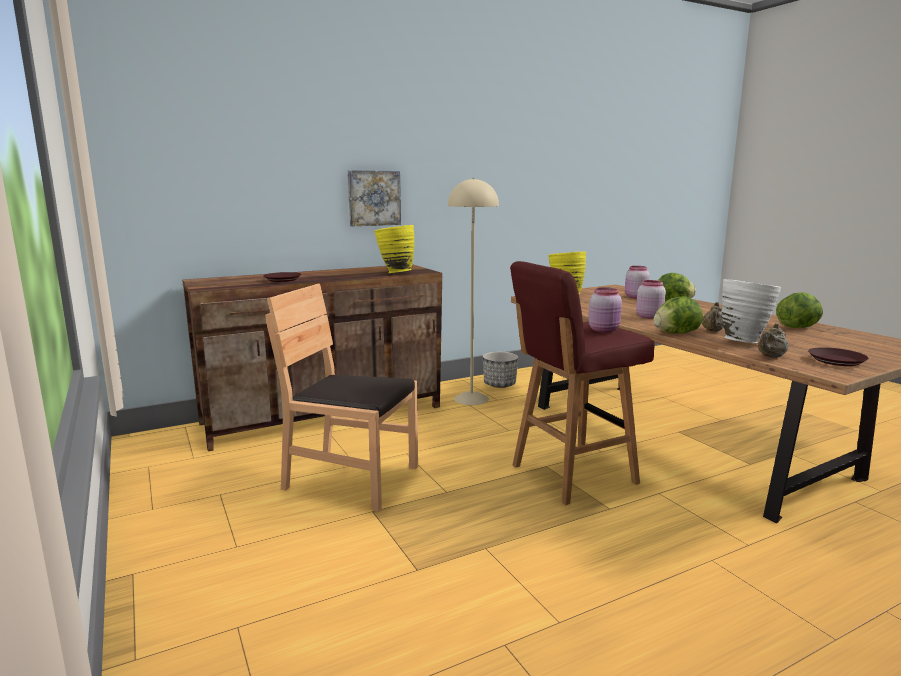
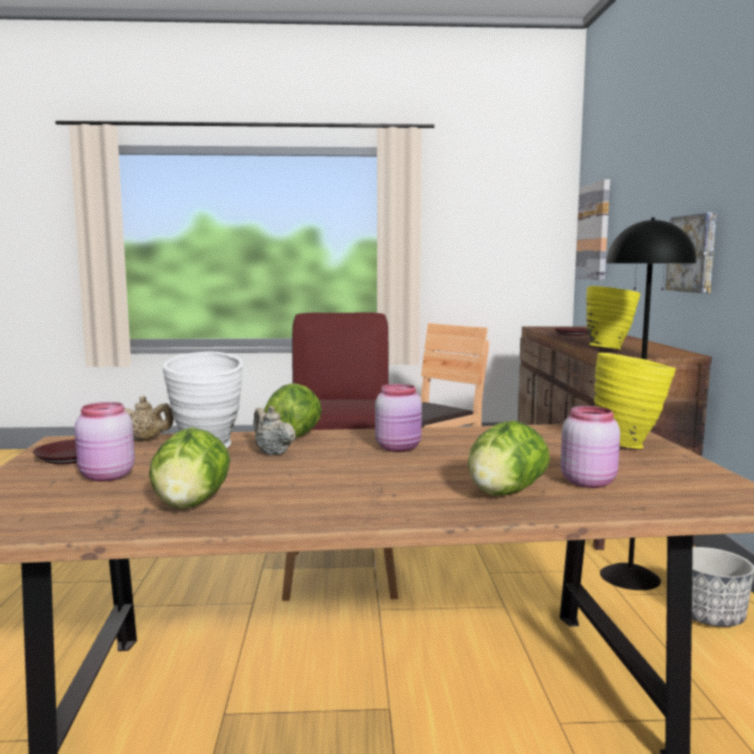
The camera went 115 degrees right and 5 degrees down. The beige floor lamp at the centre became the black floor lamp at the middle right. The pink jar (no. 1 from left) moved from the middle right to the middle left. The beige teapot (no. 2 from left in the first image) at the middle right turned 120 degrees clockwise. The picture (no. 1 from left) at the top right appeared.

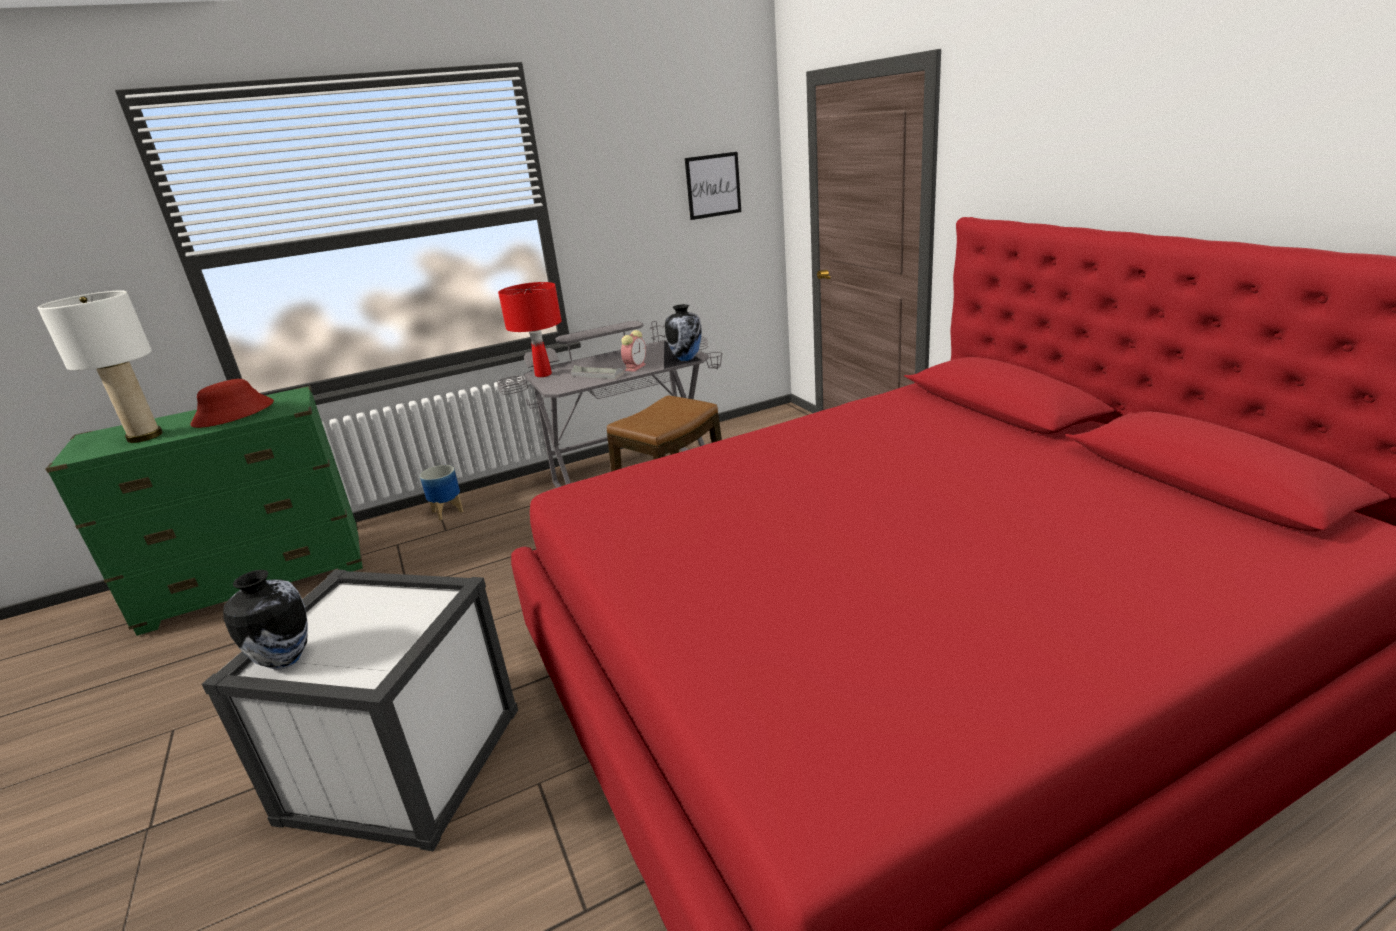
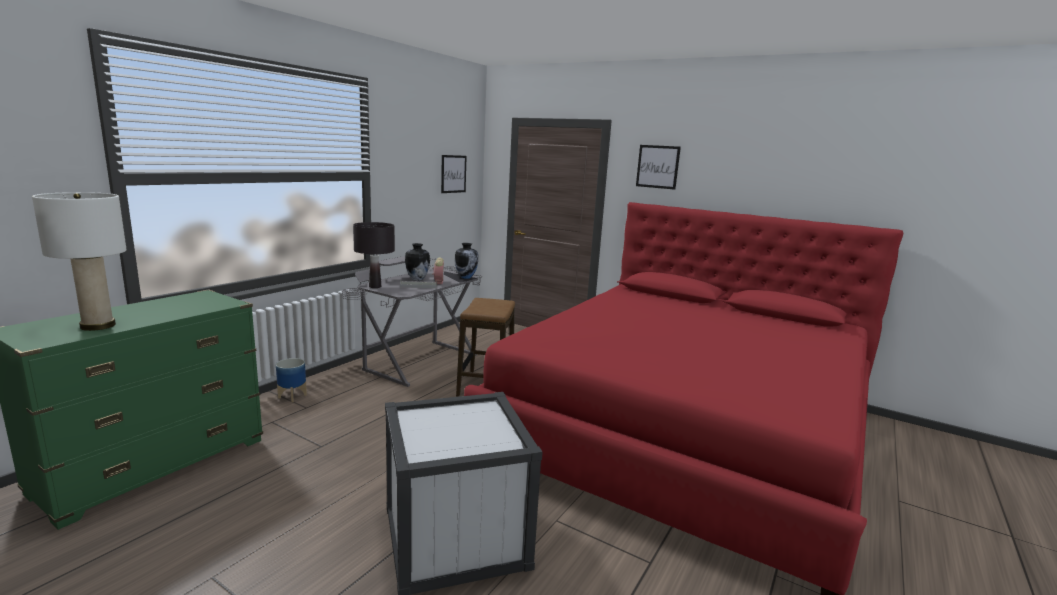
The camera went 35 degrees left and 10 degrees down. The red hat at the middle left disappeared. The vase (no. 1 from left) moved from the middle left to the centre. The red table lamp at the centre became the black table lamp at the centre. The picture (no. 2 from left) at the top centre appeared.

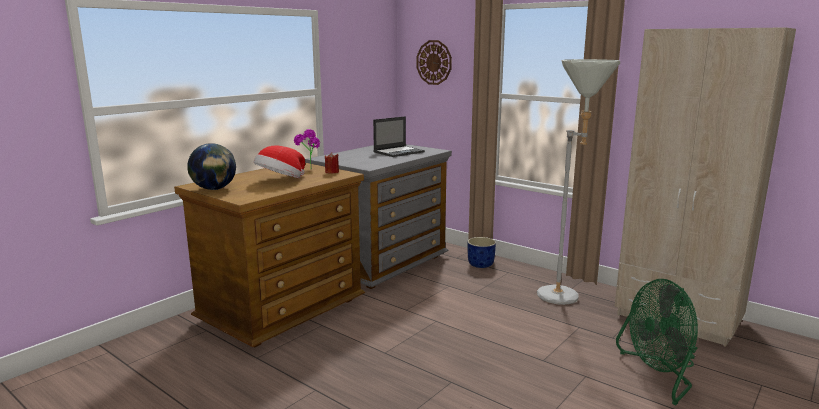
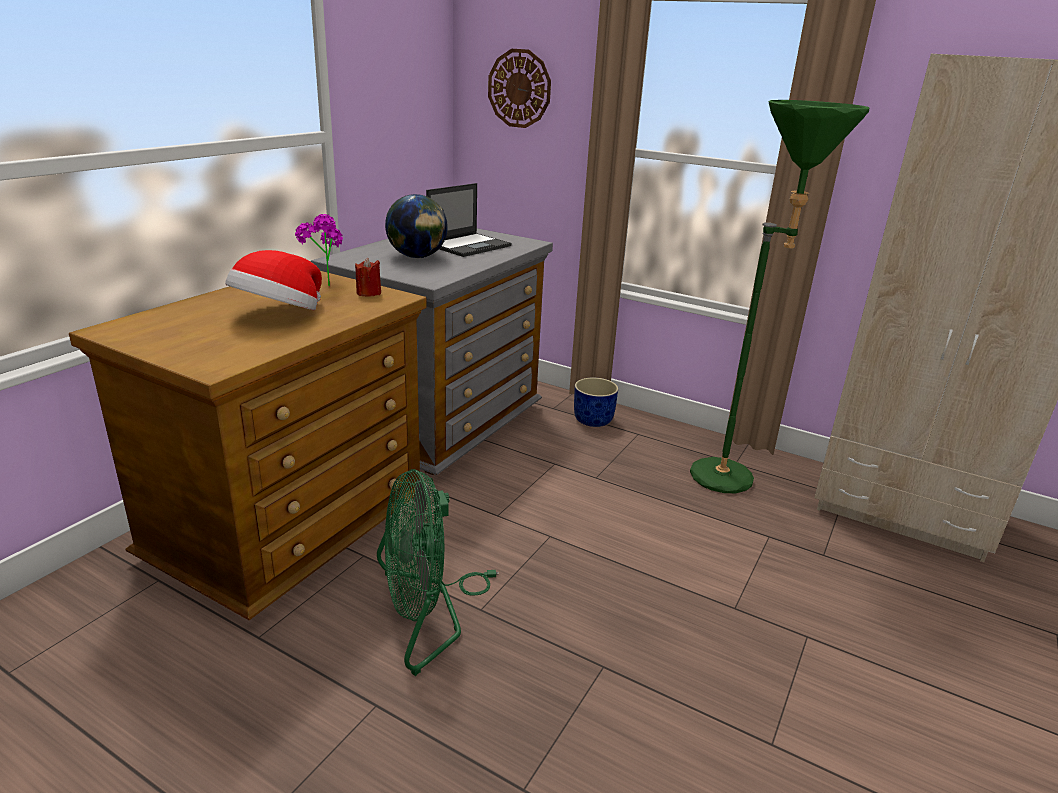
The camera went 10 degrees left and 10 degrees up. The globe moved from the middle left to the top centre. The grey floor lamp at the middle right became the green floor lamp at the middle right. The green fan moved from the bottom right to the bottom centre.

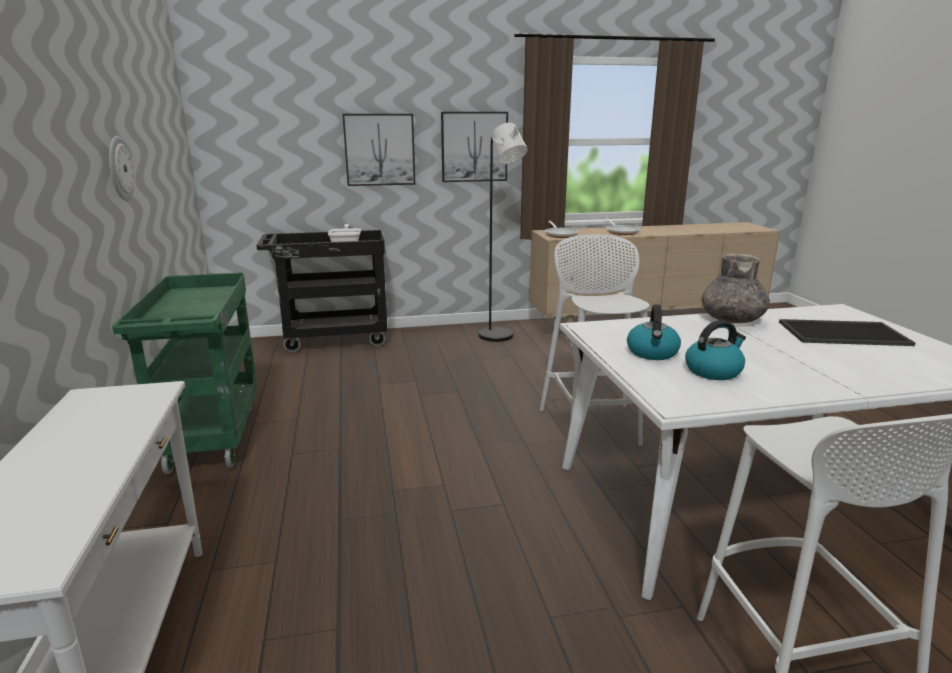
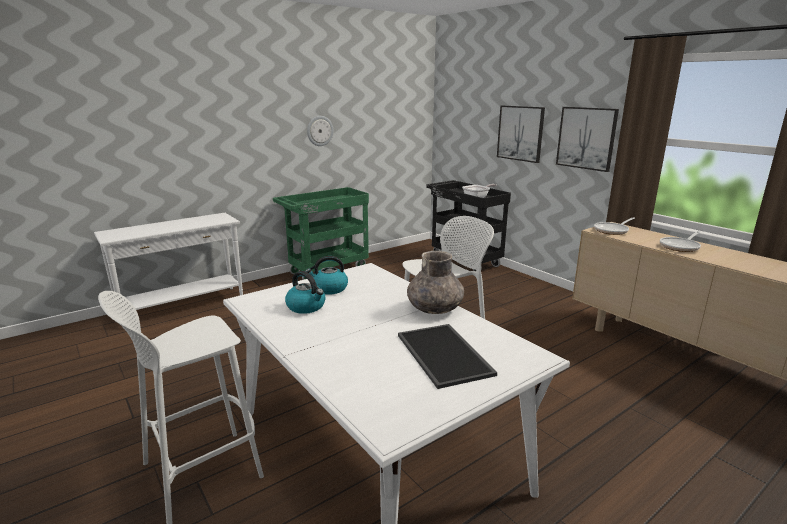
The camera went 65 degrees right and 0 degrees up. The black floor lamp at the centre disappeared.

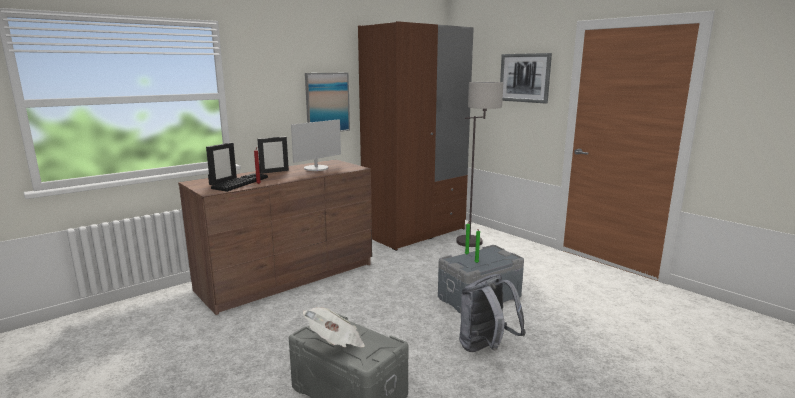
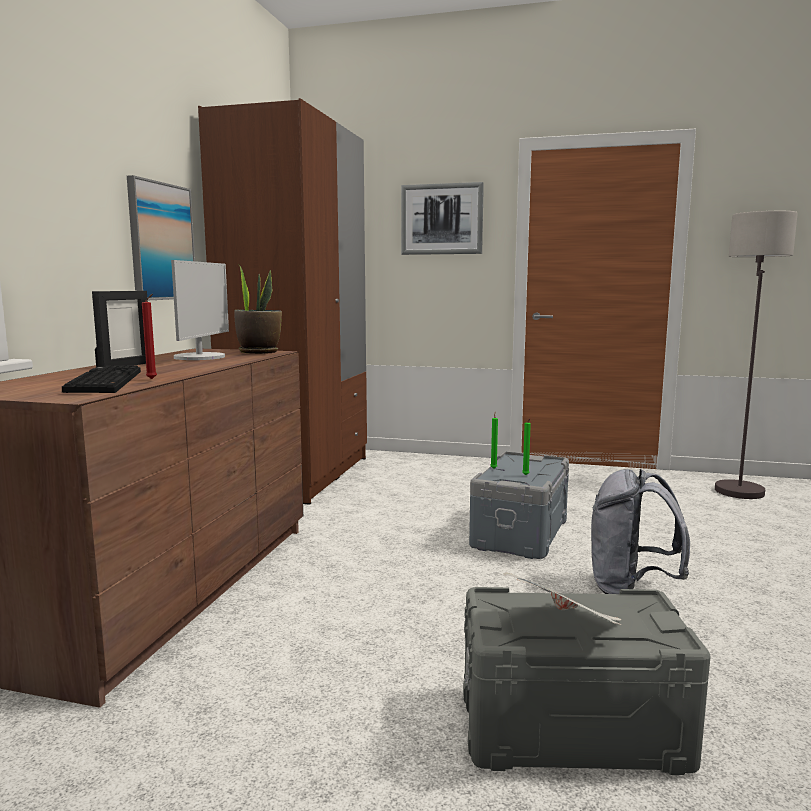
The camera went 35 degrees left and 5 degrees down. The picture frame (no. 1 from left) at the middle left disappeared. The grey floor lamp moved from the centre to the middle right. The potted plant at the middle left appeared.

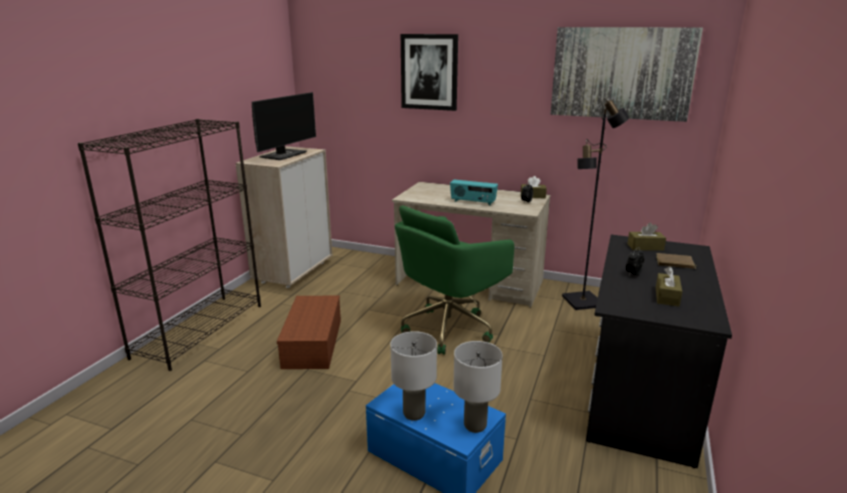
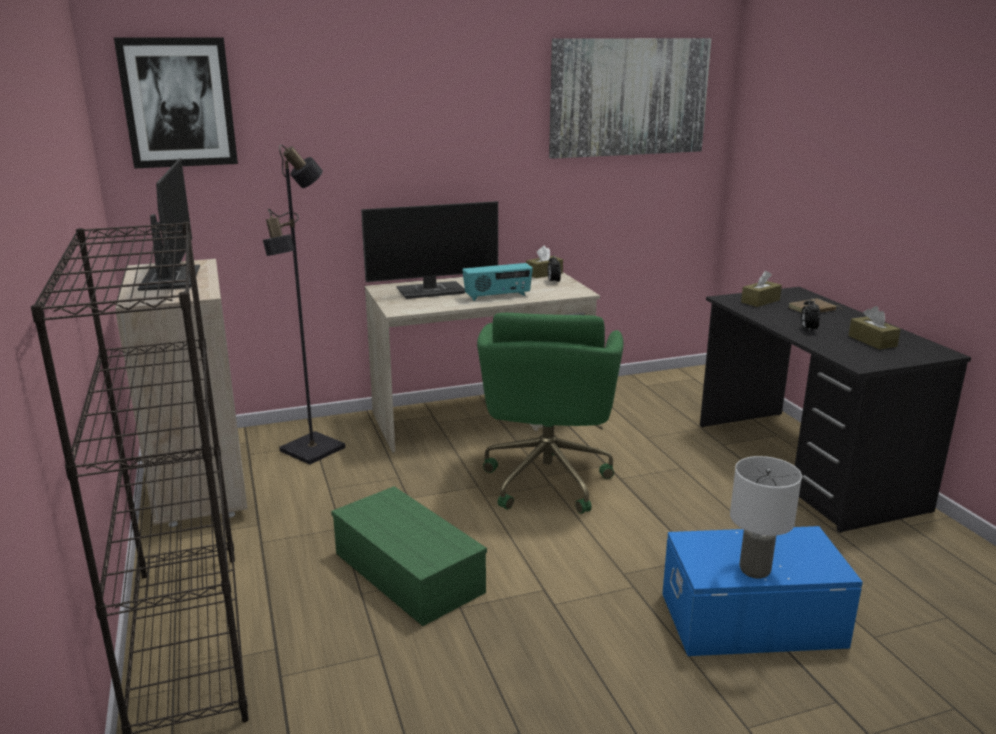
The camera went 40 degrees left and 0 degrees up. The brown storage box at the bottom centre became the green storage box at the bottom centre. The picture (no. 1 from left) moved from the top centre to the top left. The white table lamp (no. 2 from left) at the bottom centre disappeared. The black floor lamp moved from the middle right to the middle left. The monitor (no. 2 from left) at the centre appeared.

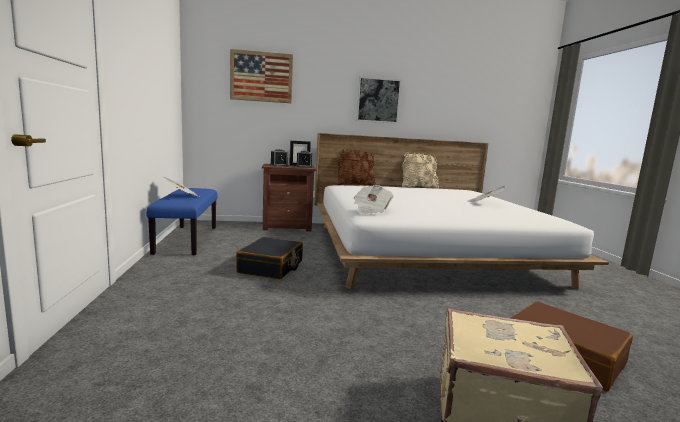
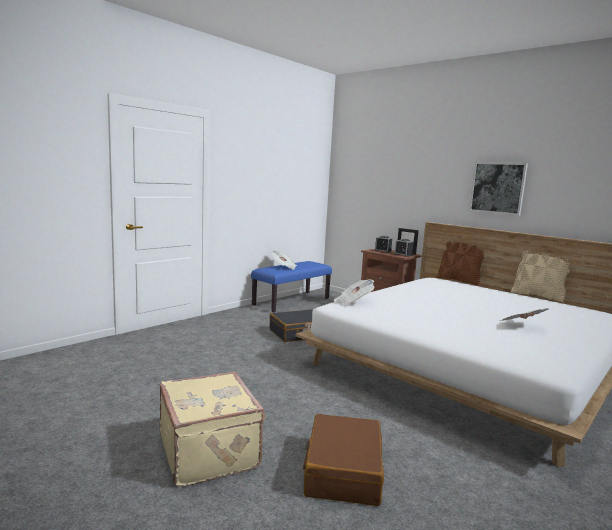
The camera went 50 degrees right and 0 degrees up. The picture (no. 1 from left) at the top centre disappeared.

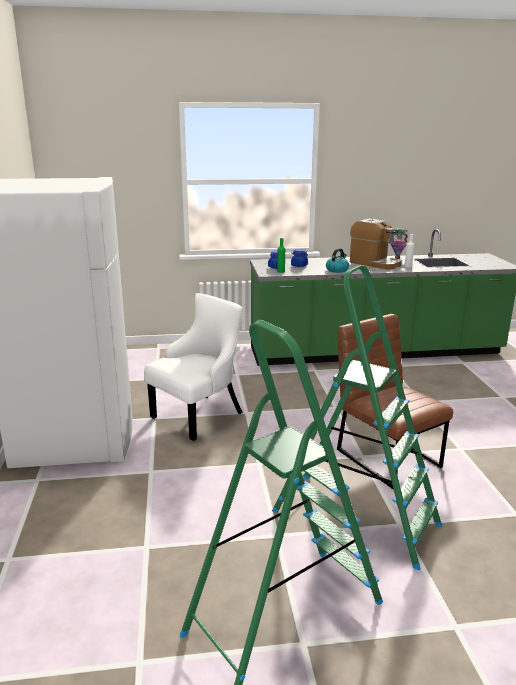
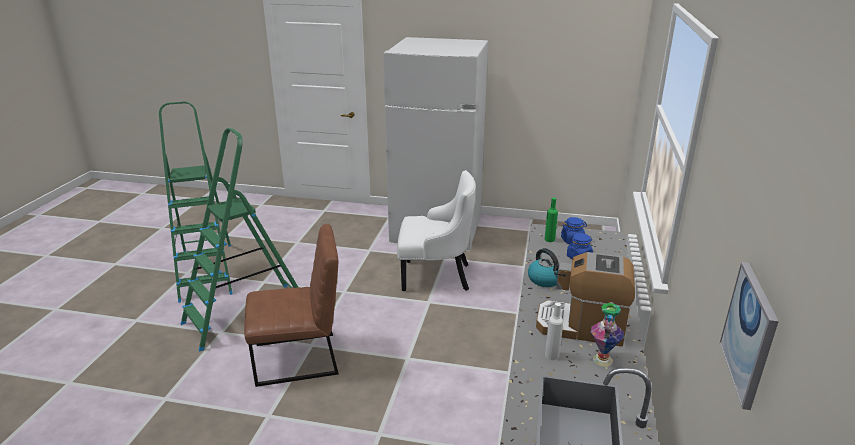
The camera went 110 degrees right and 5 degrees up. The white chair at the centre turned 60 degrees counterclockwise. The coffee machine at the middle right turned 45 degrees clockwise. The picture at the bottom right appeared.

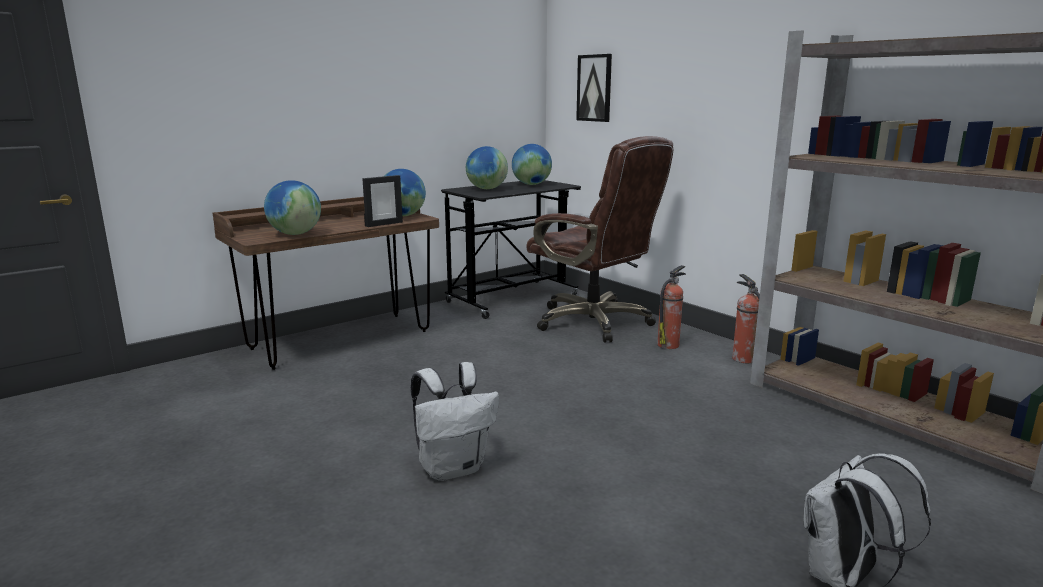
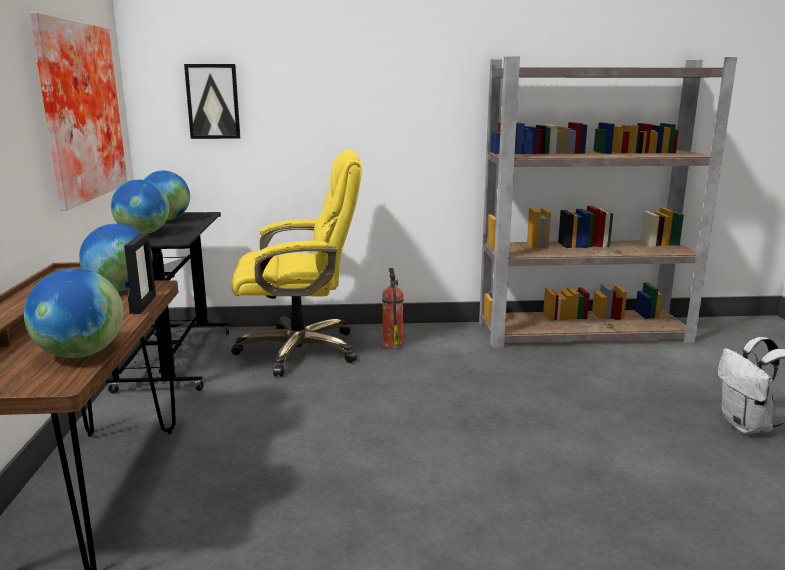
The camera went 55 degrees left and 0 degrees up. The white backpack (no. 1 from left) at the bottom centre disappeared. The brown office chair at the centre became the yellow office chair at the centre. The fire extinguisher (no. 2 from left) at the middle right disappeared. The picture (no. 1 from left) at the top left appeared.

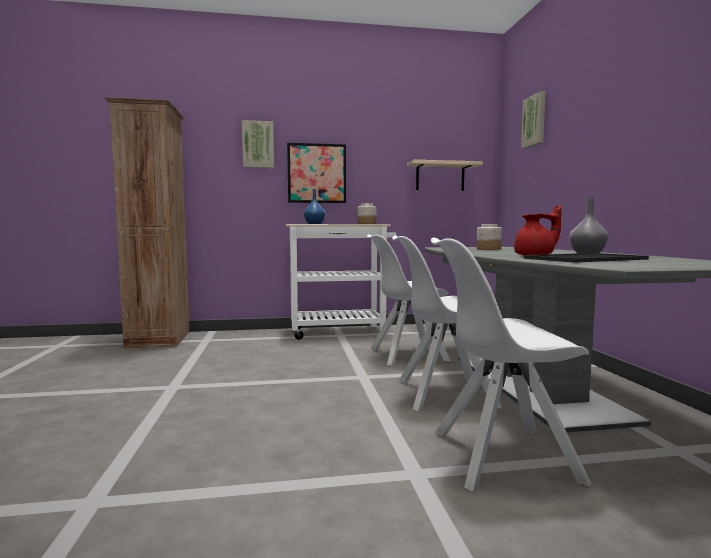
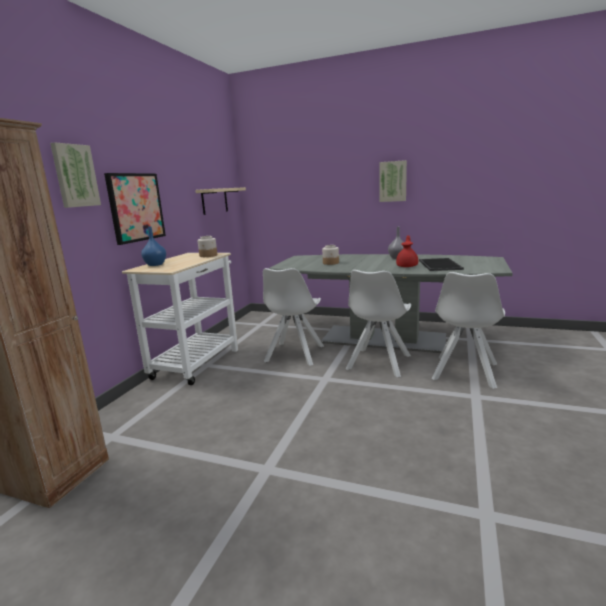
The camera went 60 degrees left and 10 degrees up. The picture (no. 3 from left) moved from the top right to the top centre.

